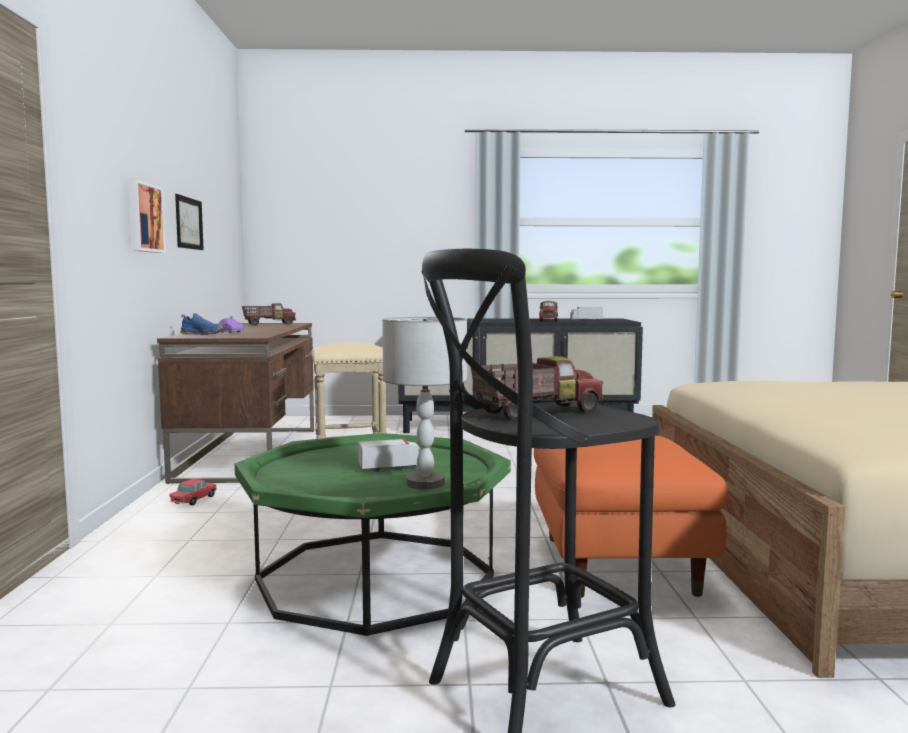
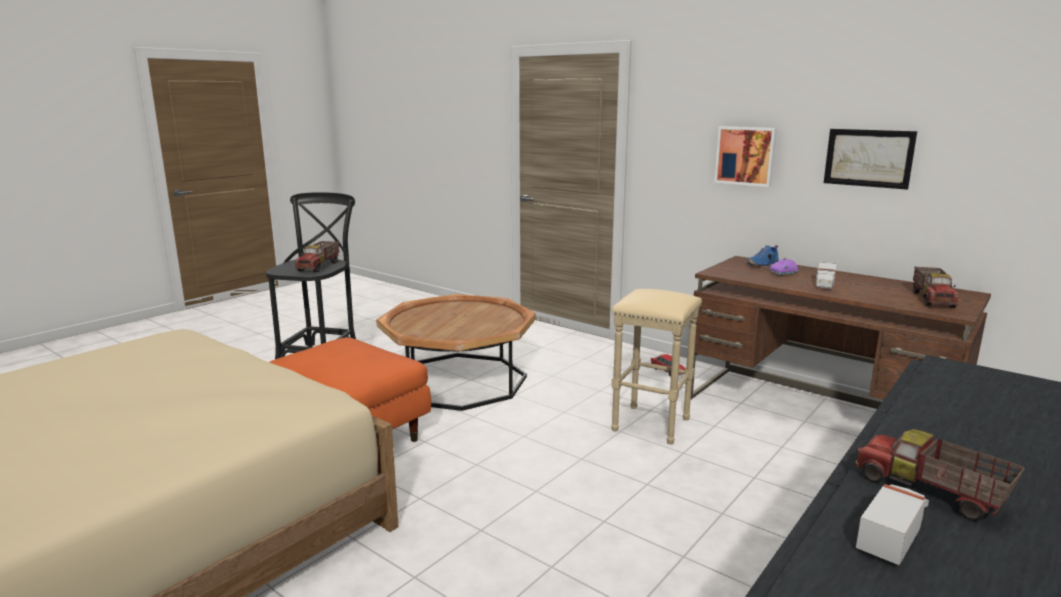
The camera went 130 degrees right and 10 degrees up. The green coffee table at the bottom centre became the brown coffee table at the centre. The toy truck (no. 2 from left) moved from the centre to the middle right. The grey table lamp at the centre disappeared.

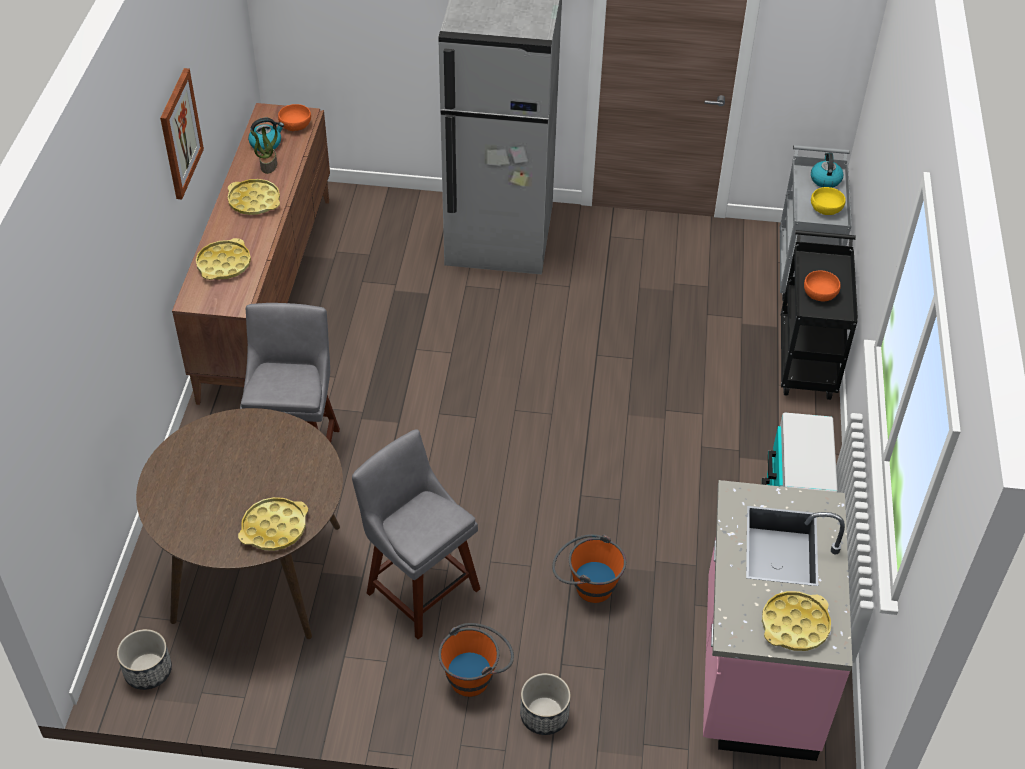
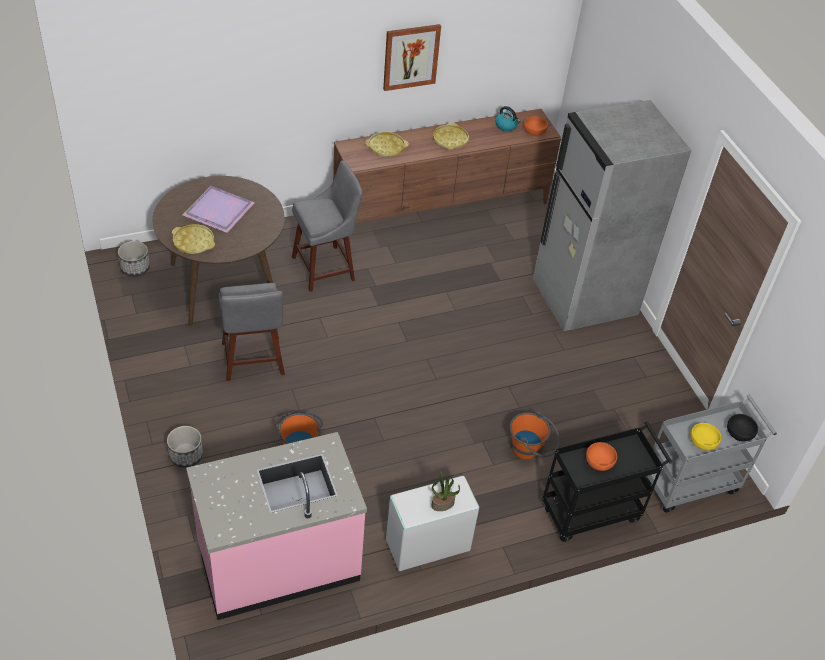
The camera went 60 degrees right and 0 degrees up. The potted plant moved from the top left to the bottom centre. The grey chair (no. 2 from left in the first image) at the bottom centre turned 150 degrees clockwise. The orange bucket (no. 1 from left in the first image) moved from the bottom centre to the centre. The yellow tray (no. 4 from left) at the bottom right disappeared. The kettle (no. 2 from left) at the top right was replaced by the black bowl at the middle right. The purple tray at the top left appeared.

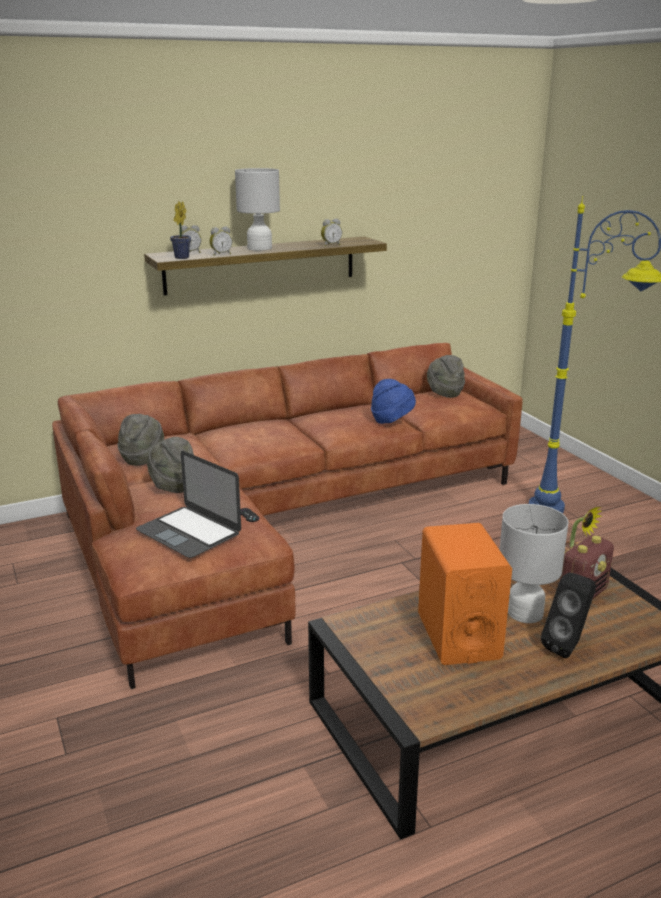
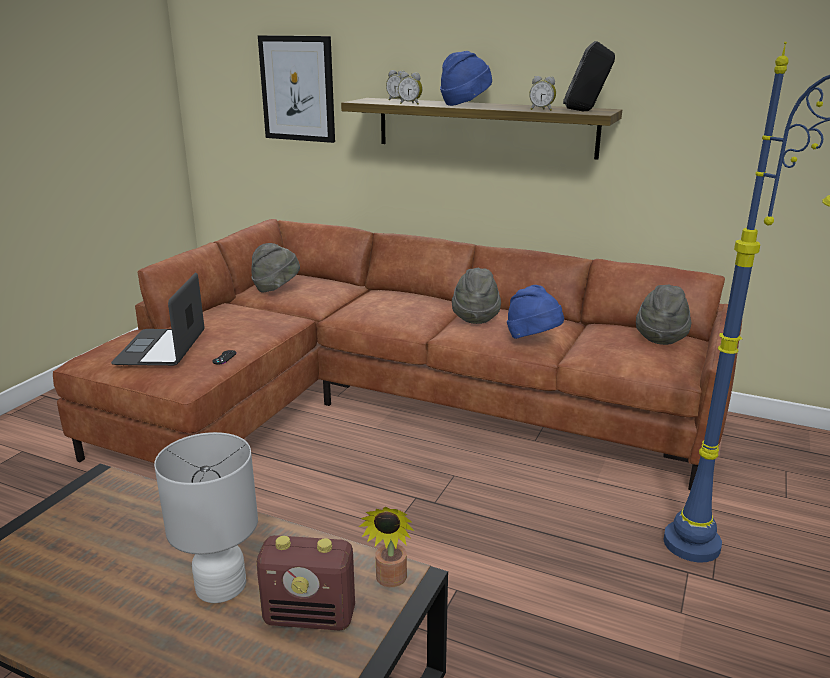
The camera went 50 degrees right and 0 degrees up. The grey hat (no. 2 from left) moved from the middle left to the centre. The potted plant (no. 1 from left) at the top left disappeared. The grey table lamp (no. 1 from left) at the top centre was replaced by the blue hat (no. 1 from left) at the top centre. The orange speaker at the middle right disappeared. The black speaker moved from the bottom right to the top right. The picture at the top centre appeared.

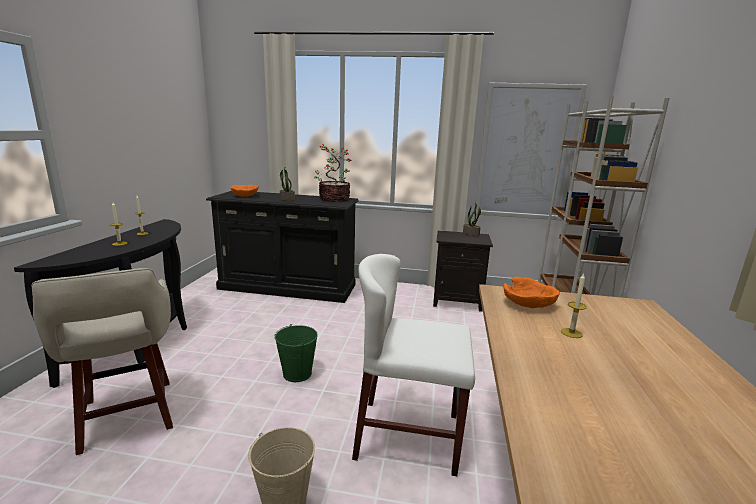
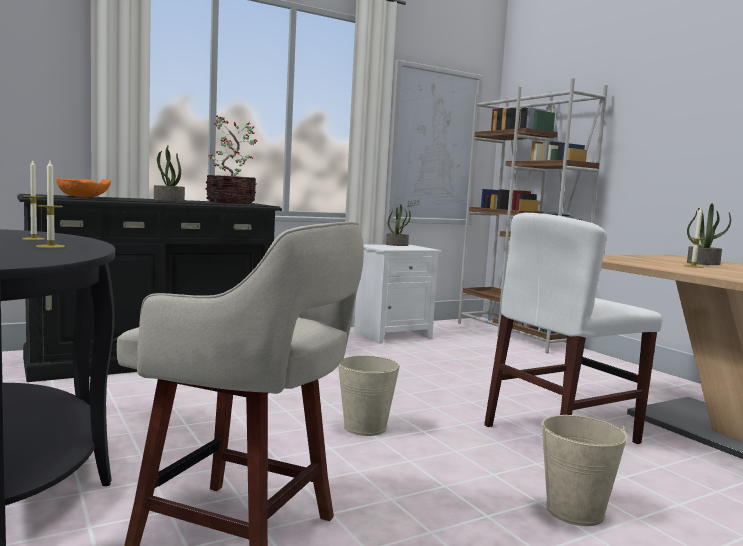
The camera went 40 degrees left and 10 degrees down. The green bucket at the bottom centre became the beige bucket (no. 1 from left) at the bottom centre. The black nightstand at the centre became the white nightstand at the centre. The orange bowl (no. 2 from left) at the middle right disappeared. The potted plant (no. 4 from left) at the middle right appeared.

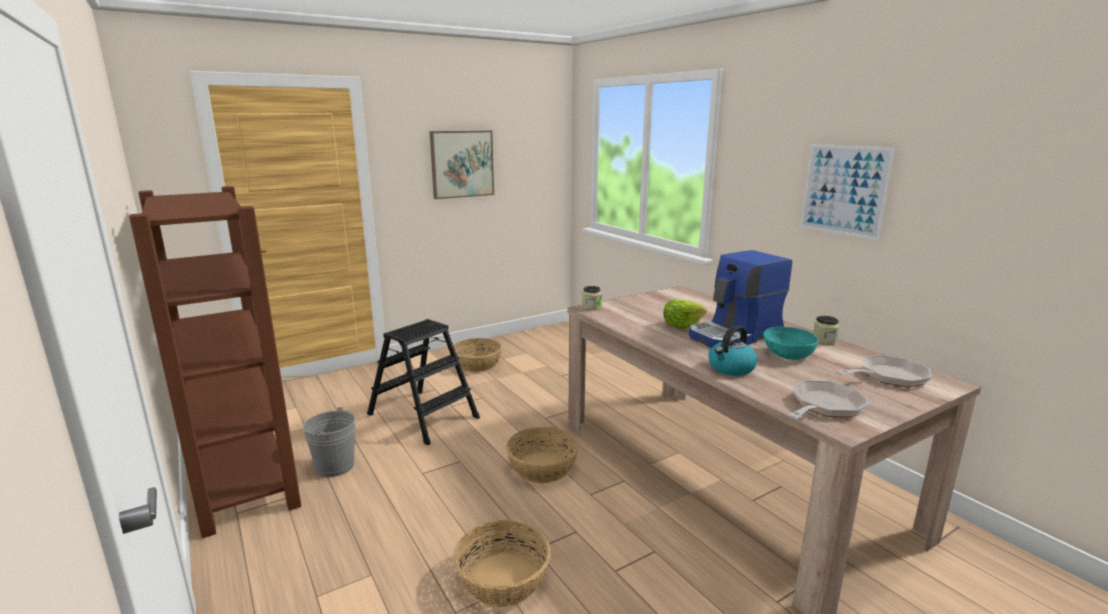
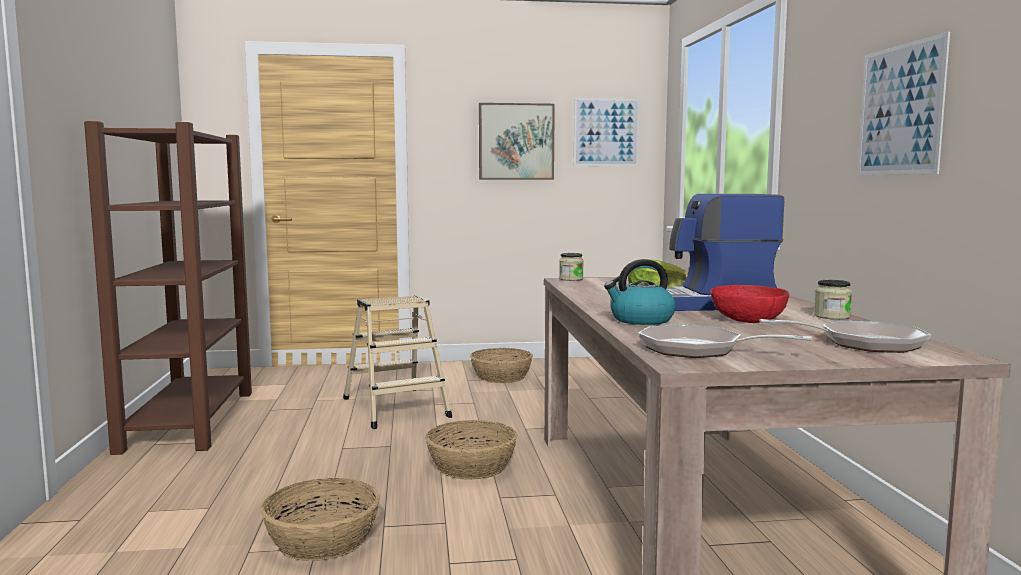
The camera went 25 degrees right and 10 degrees down. The grey bucket at the bottom left disappeared. The black step ladder at the centre became the beige step ladder at the centre. The turquoise bowl at the middle right became the red bowl at the middle right. The frying pan (no. 1 from left) at the middle right turned 135 degrees counterclockwise. The picture (no. 2 from left) at the top centre appeared.

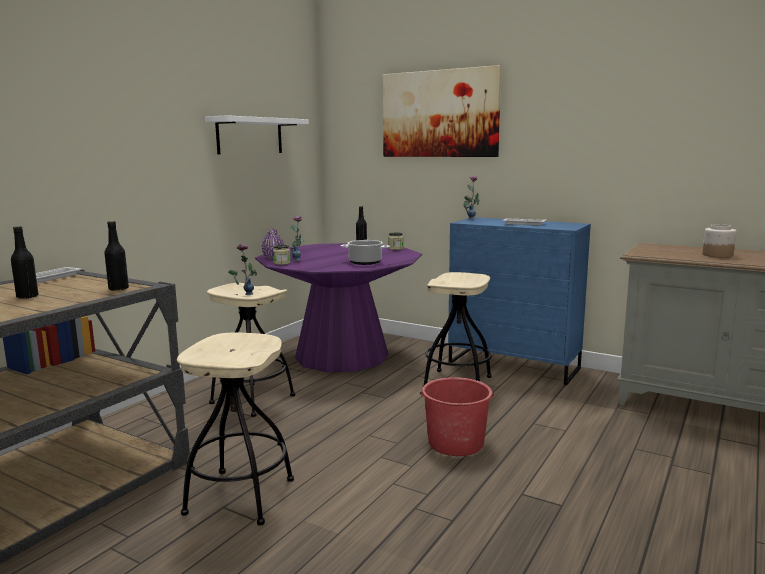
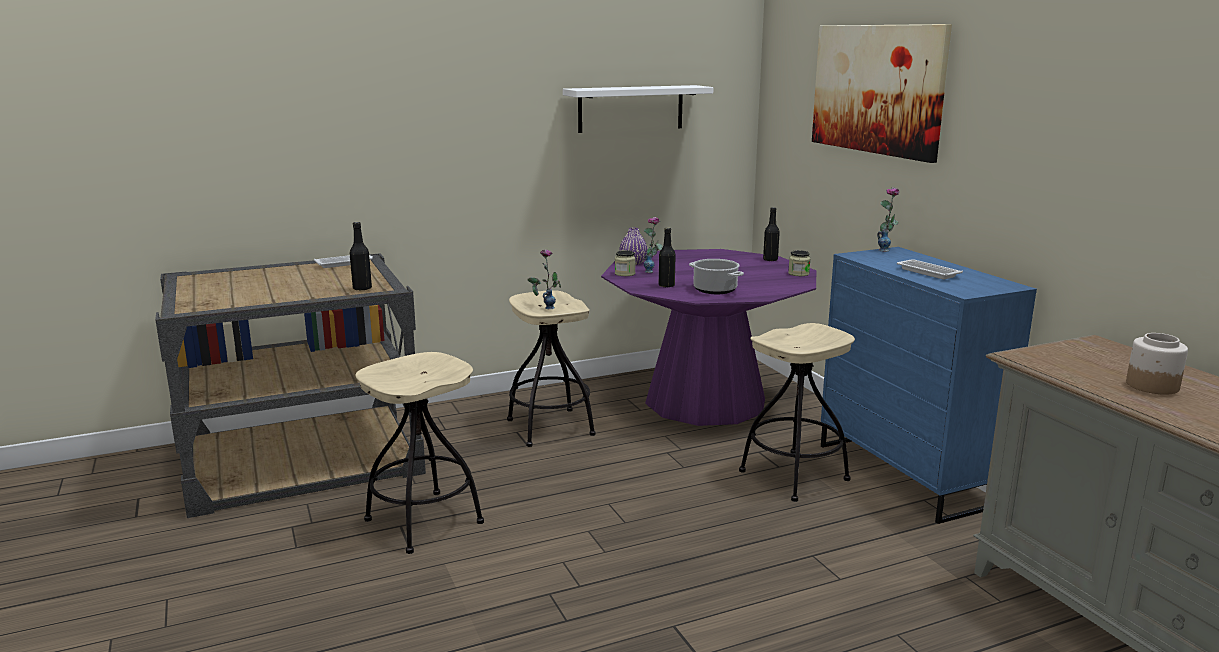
The camera went 35 degrees right and 5 degrees up. The black bottle (no. 1 from left in the first image) moved from the middle left to the centre. The red bucket at the bottom centre disappeared.

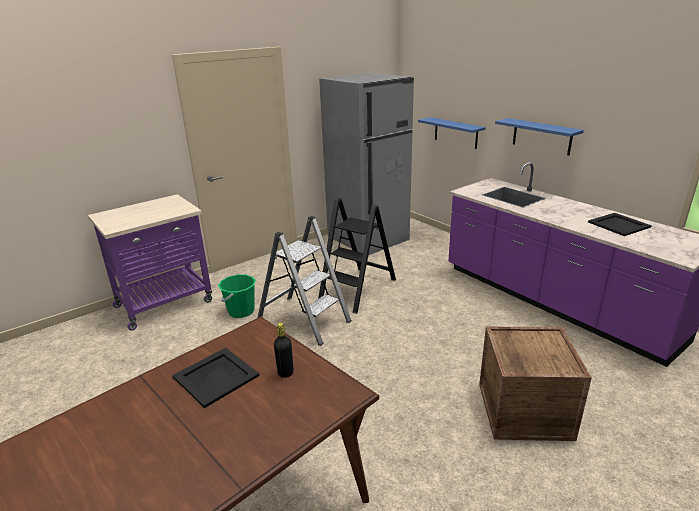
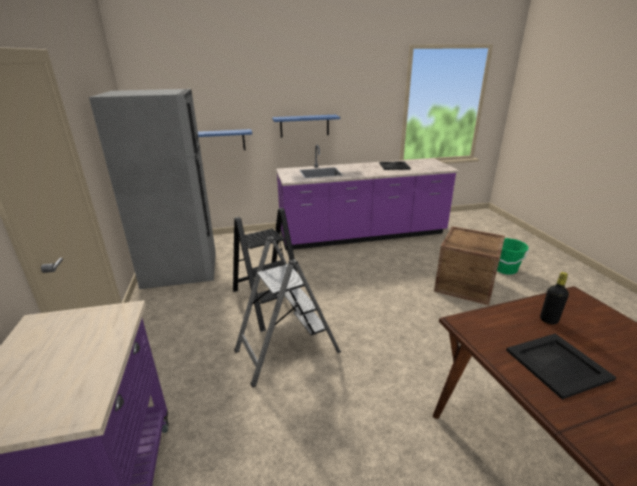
The camera went 65 degrees left and 0 degrees up. The green bucket moved from the centre to the middle right.

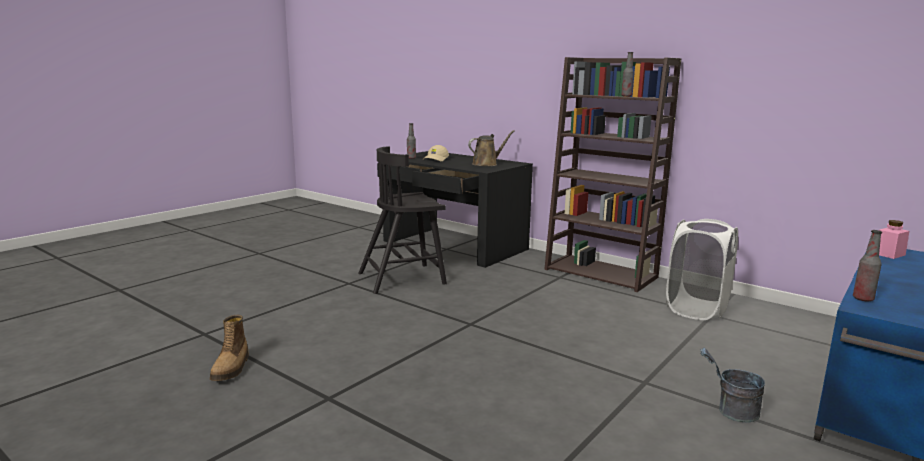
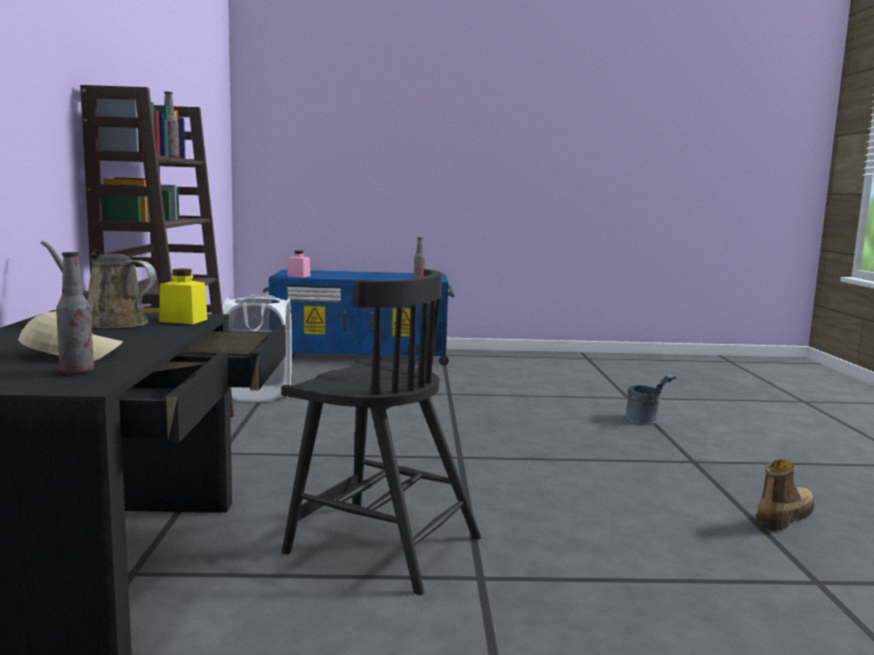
The camera went 130 degrees left and 5 degrees down. The grey bucket moved from the bottom right to the middle right. The yellow jar at the middle left appeared.

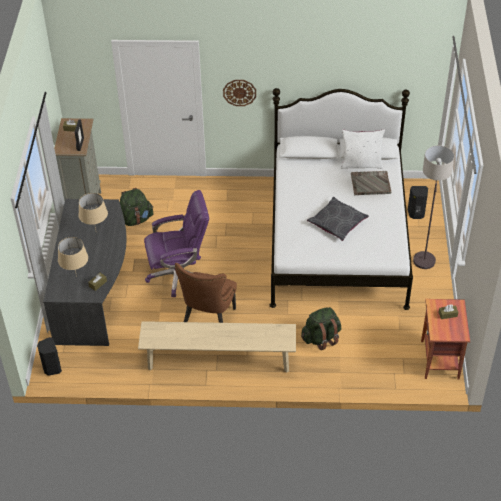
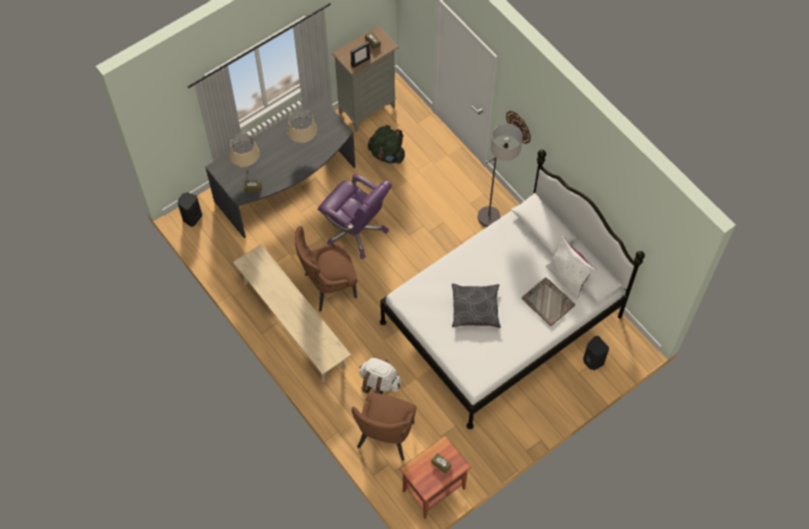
The camera went 50 degrees right and 15 degrees up. The green backpack (no. 2 from left) at the centre became the white backpack at the bottom centre. The grey floor lamp moved from the middle right to the top centre. The brown chair (no. 2 from left) at the bottom centre appeared.

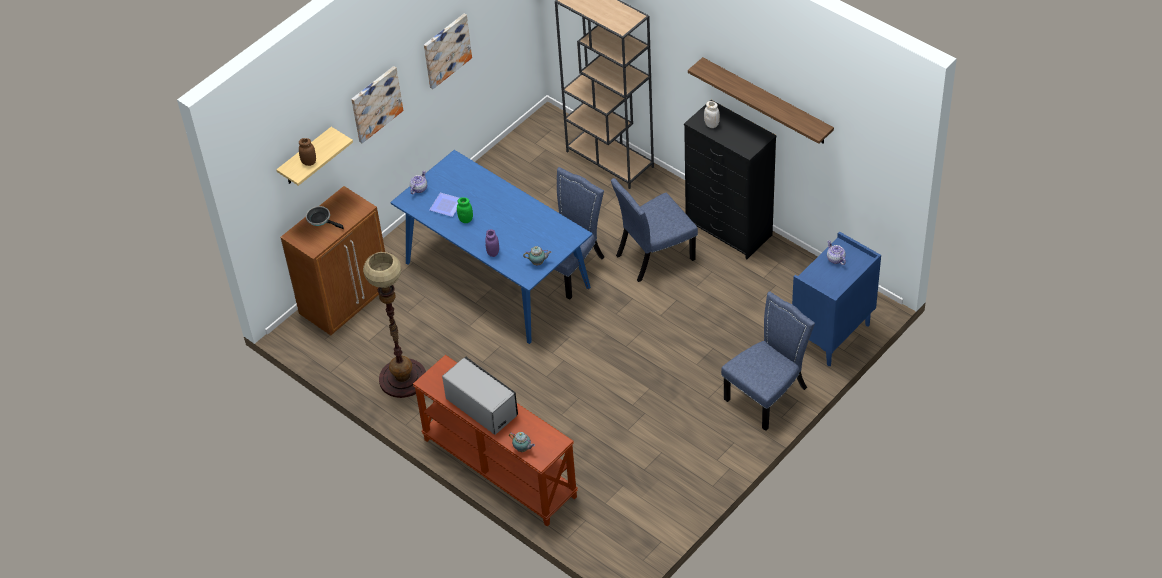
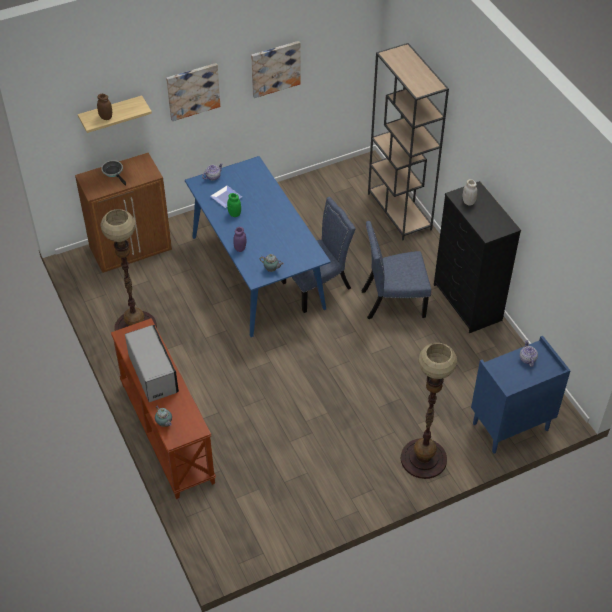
The camera went 20 degrees right and 0 degrees up. The shelf (no. 2 from left) at the top centre disappeared. The blue chair (no. 3 from left) at the centre was replaced by the floor lamp (no. 2 from left) at the bottom right.

